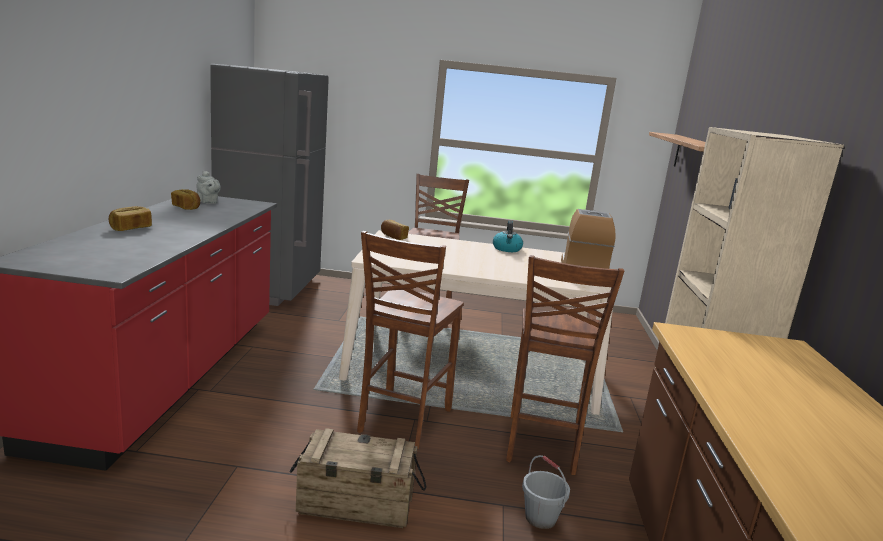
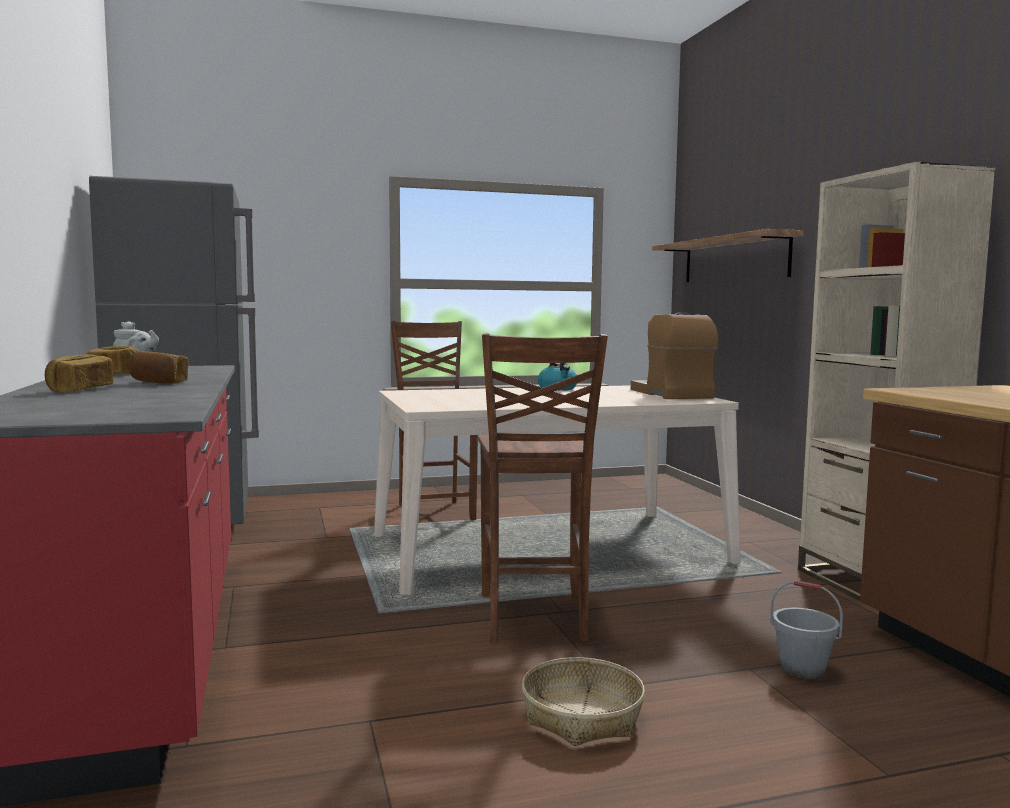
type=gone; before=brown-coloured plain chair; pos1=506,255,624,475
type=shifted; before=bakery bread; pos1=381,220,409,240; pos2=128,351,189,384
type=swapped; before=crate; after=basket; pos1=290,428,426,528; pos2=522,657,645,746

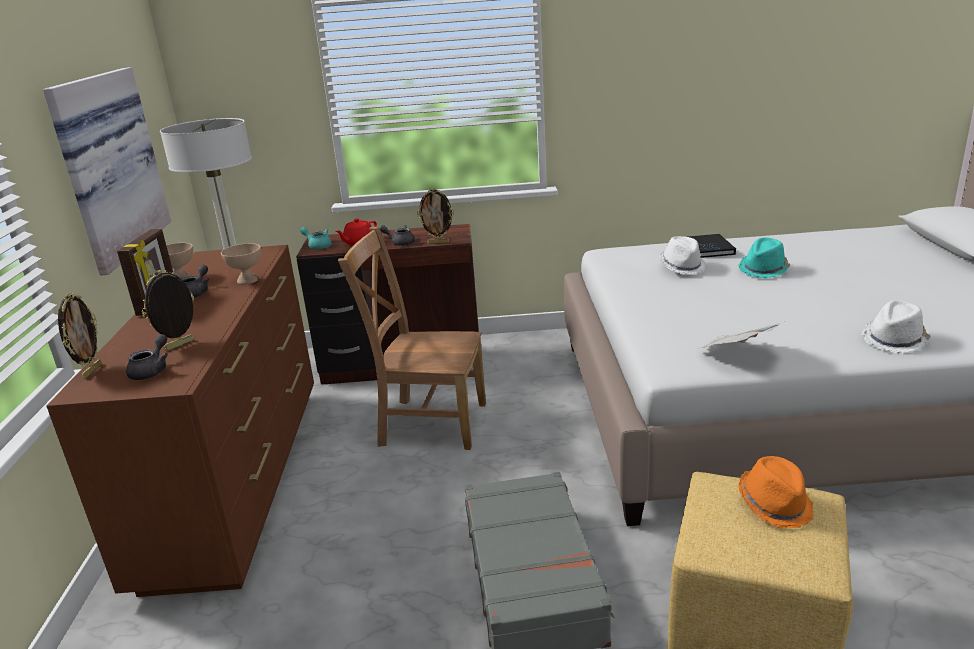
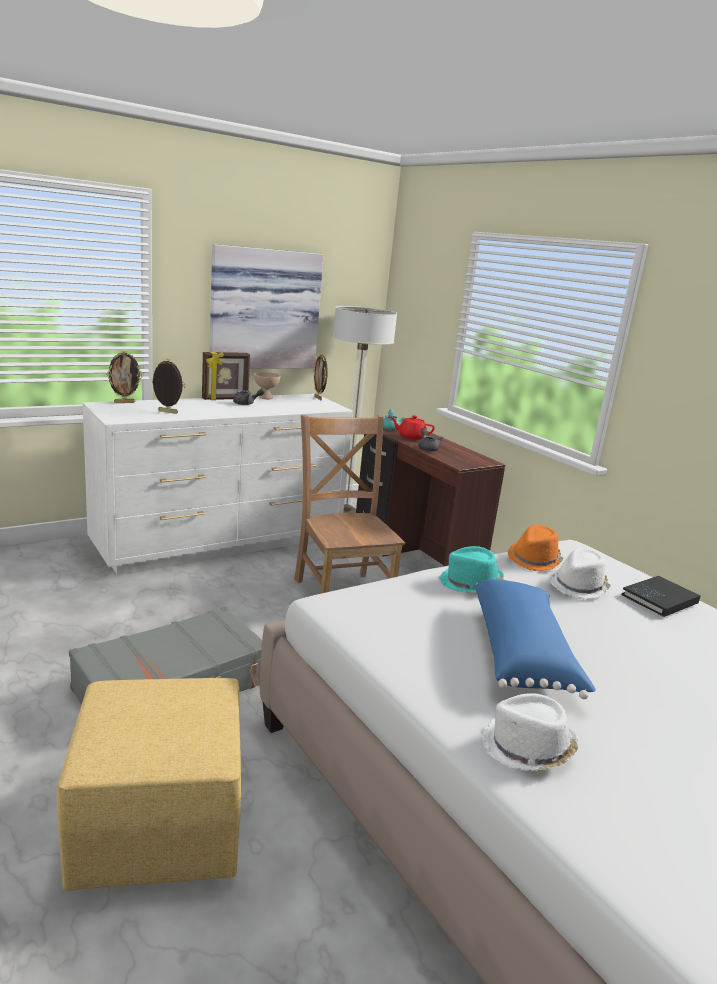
type=gone; before=gray teapot; pos1=126,334,168,380
type=gone; before=sand-coloured bowl; pos1=221,243,261,285
type=gone; before=daily paper; pos1=697,323,780,349
type=new; after=bluish pillow; pos2=475,579,596,699
type=shifted; before=standing frame; pos1=417,188,454,244; pos2=313,353,328,400
type=shifted; before=turquoise wearable hat; pos1=738,238,790,279; pos2=439,546,504,593
type=shifted; before=orange-coloured wearable hat; pos1=739,456,813,528; pos2=507,524,563,571
type=repainted; before=brown-coloured chest of drawers; after=white-coloured chest of drawers; pos1=46,245,314,597; pos2=83,394,353,575

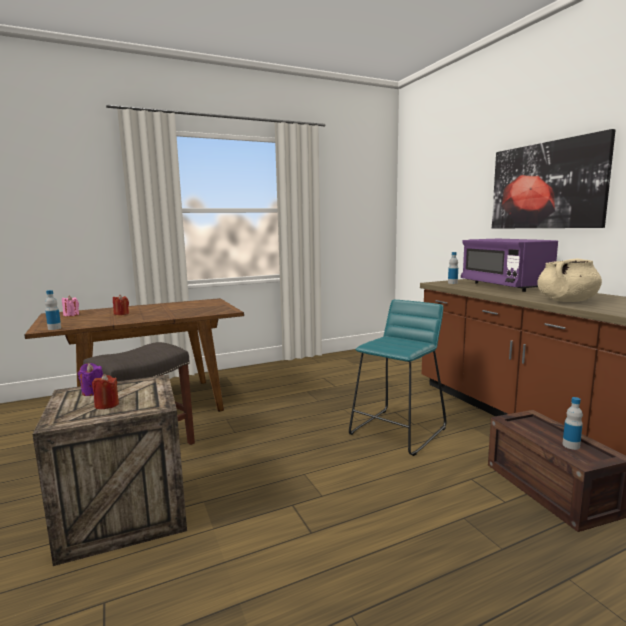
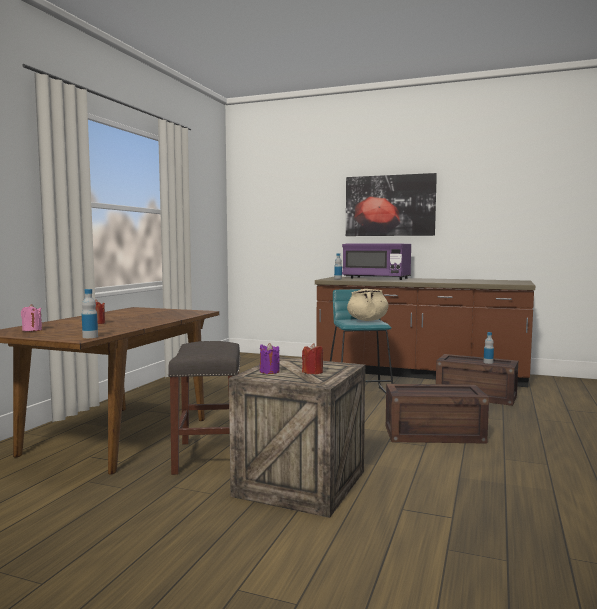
type=new; after=crate; pos2=386,384,489,444
type=shifted; before=sand-coloured saucepot; pos1=537,259,602,302; pos2=347,289,388,321

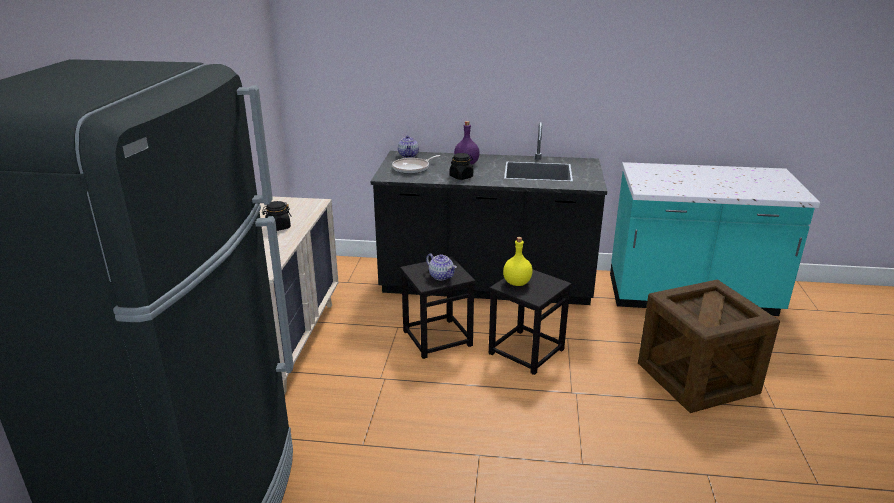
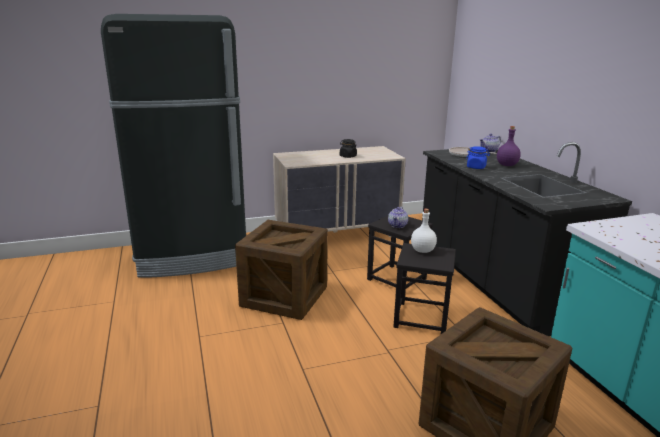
type=new; after=crate; pos2=235,220,328,320
type=repainted; before=black storage jar; after=bluish storage jar; pos1=450,153,473,180; pos2=466,146,490,169
type=repainted; before=yellow-coloured bottle; after=white-coloured bottle; pos1=503,237,533,286; pos2=411,209,437,253

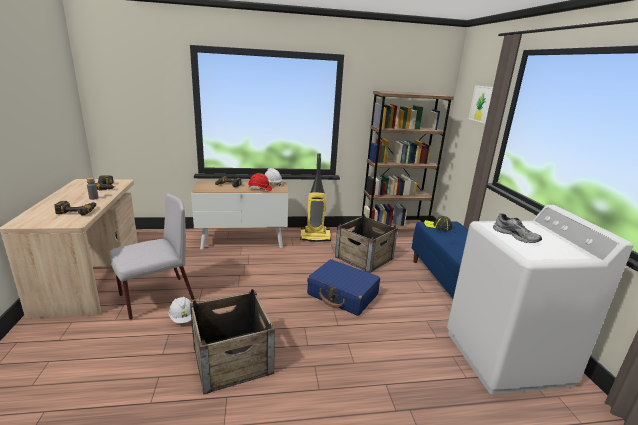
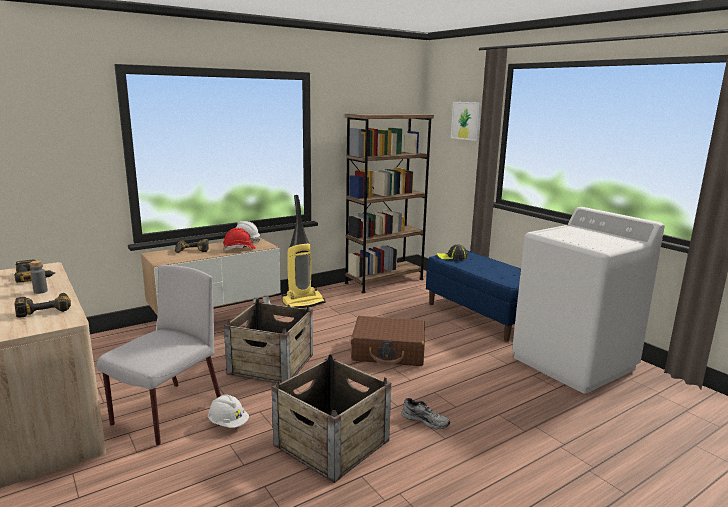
type=shifted; before=crate; pos1=335,214,398,273; pos2=224,299,313,384
type=shifted; before=gray low shoe; pos1=493,214,542,243; pos2=402,398,450,429
type=repainted; before=bluish travel case; after=brown-coloured travel case; pos1=307,259,380,316; pos2=351,316,425,366

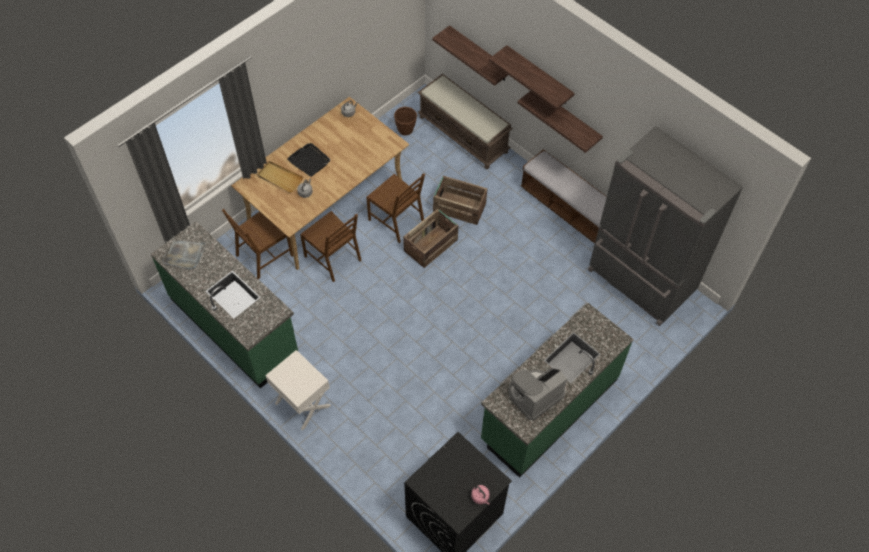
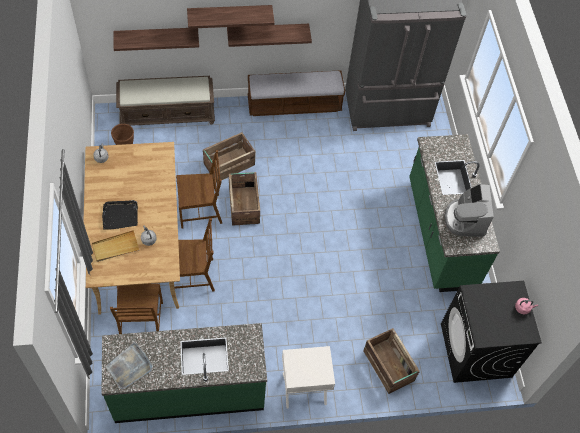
type=new; after=crate; pos2=363,328,420,394

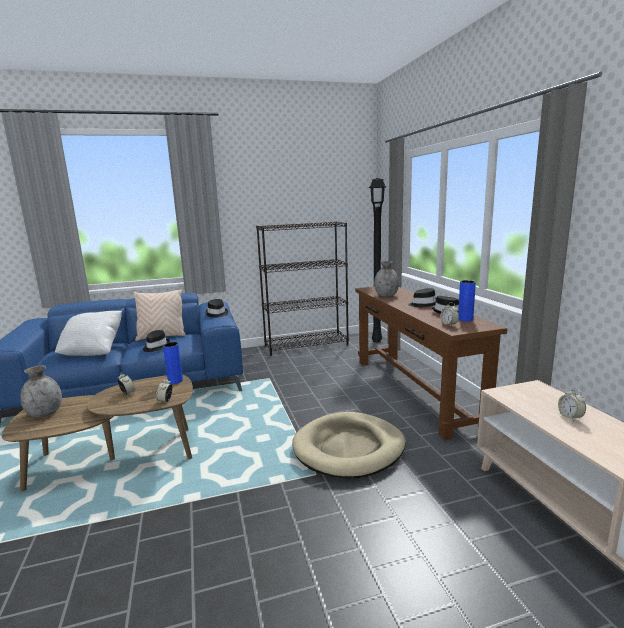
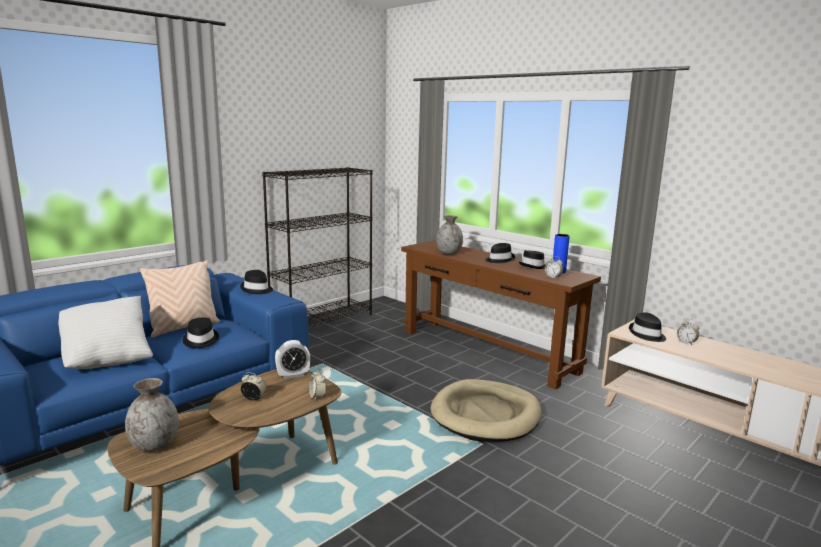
type=gone; before=black standard lamp; pos1=369,178,386,343
type=new; after=black wearable hat; pos2=629,312,666,342
type=swapped; before=bluish flower vase; after=bedside clock; pos1=163,342,183,384; pos2=275,340,310,379

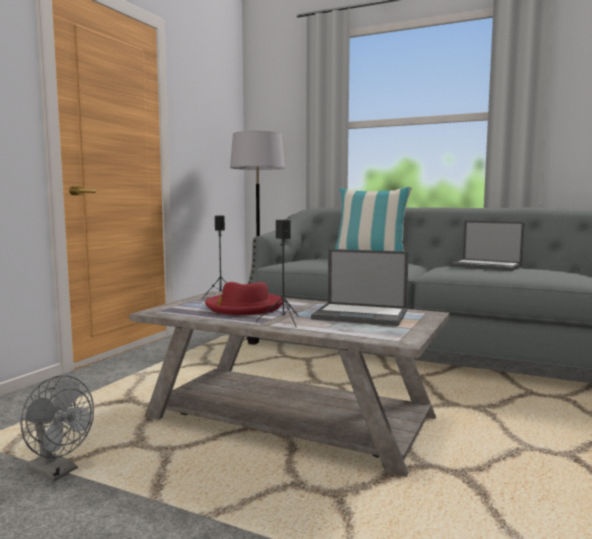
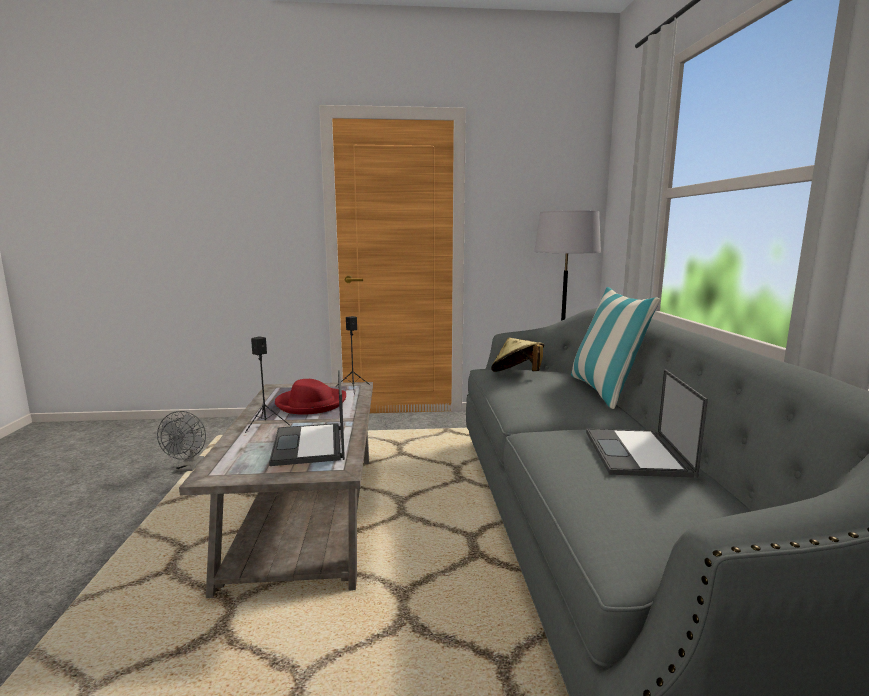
type=new; after=sand-coloured wearable hat; pos2=491,338,544,372

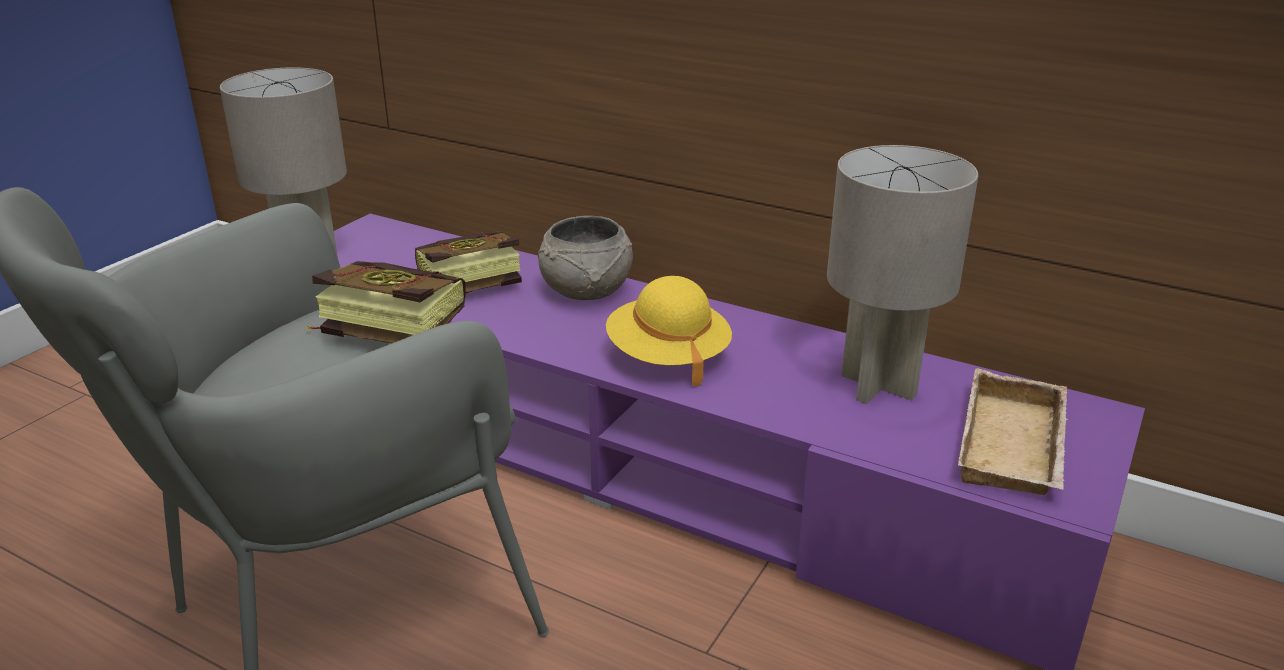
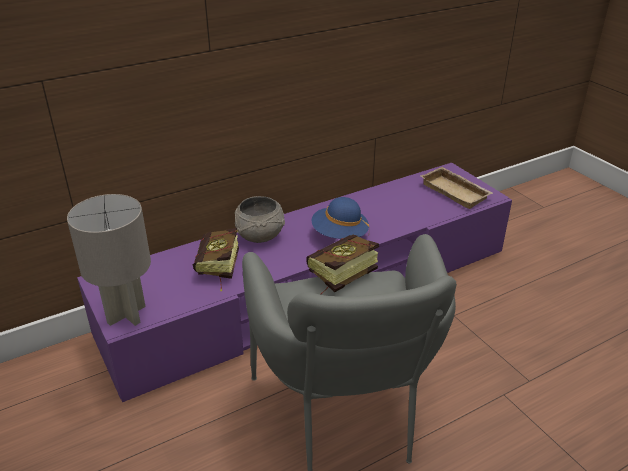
type=gone; before=gray tabletop lamp; pos1=827,145,978,404
type=repainted; before=yellow-coloured wearable hat; after=bluish wearable hat; pos1=606,276,732,386; pos2=312,197,369,239

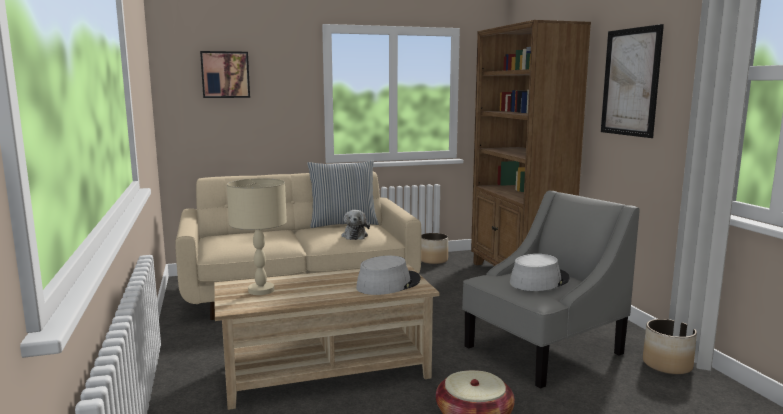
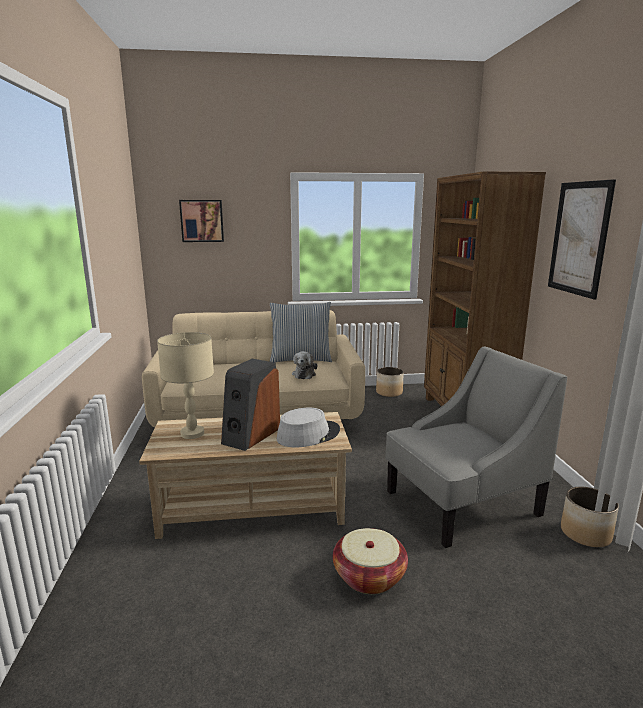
type=gone; before=gray wearable hat; pos1=510,254,570,291
type=new; after=speaker; pos2=221,359,280,451

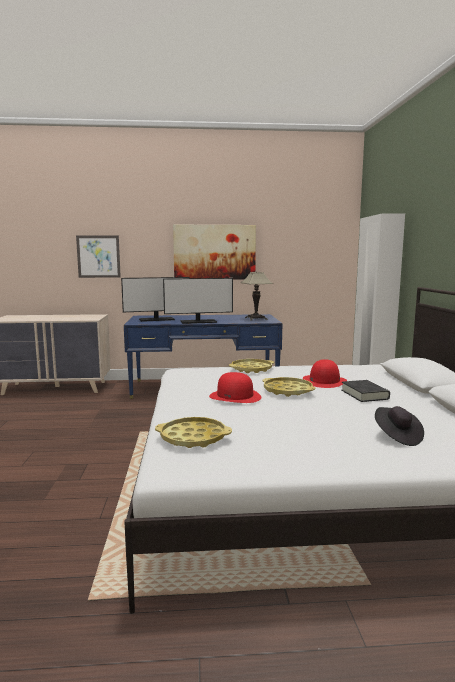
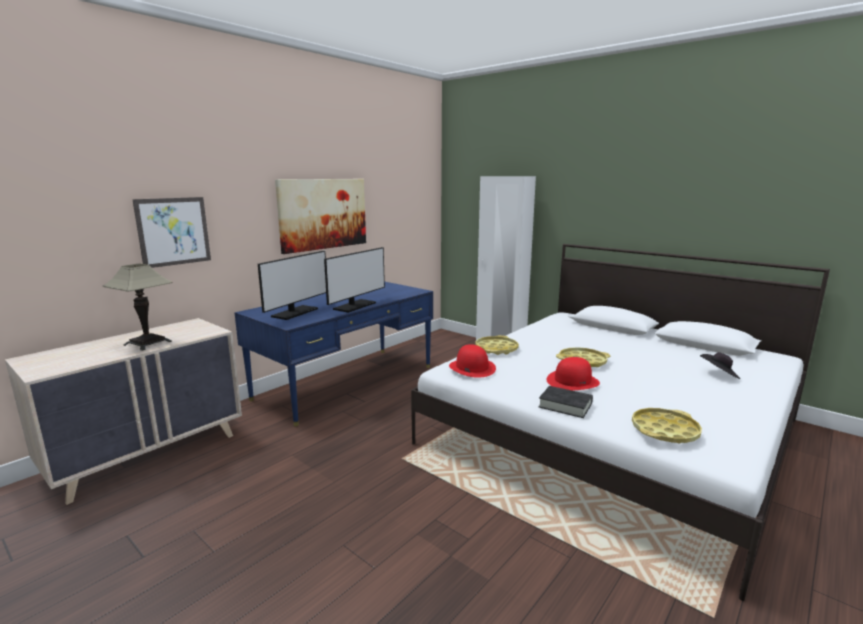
type=shifted; before=tabletop lamp; pos1=240,272,273,320; pos2=102,264,172,351
type=shifted; before=red-coloured wearable hat; pos1=303,359,347,388; pos2=449,344,496,378
type=shifted; before=black volume; pos1=341,380,390,402; pos2=538,386,593,418

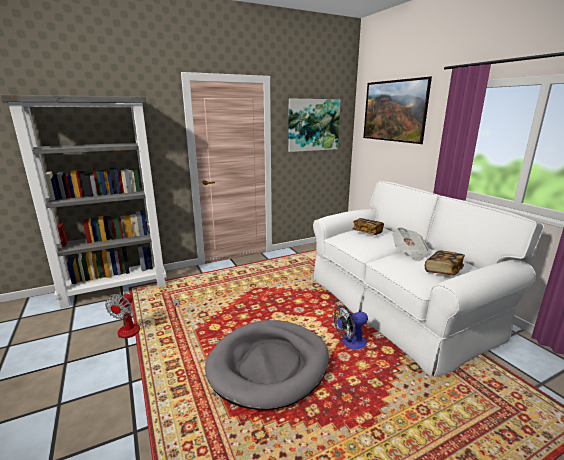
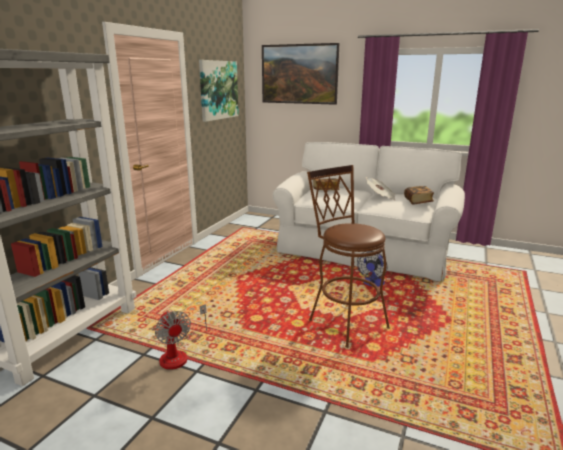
type=swapped; before=gray pet bed; after=brown-coloured stool; pos1=205,320,329,410; pos2=307,165,390,348

